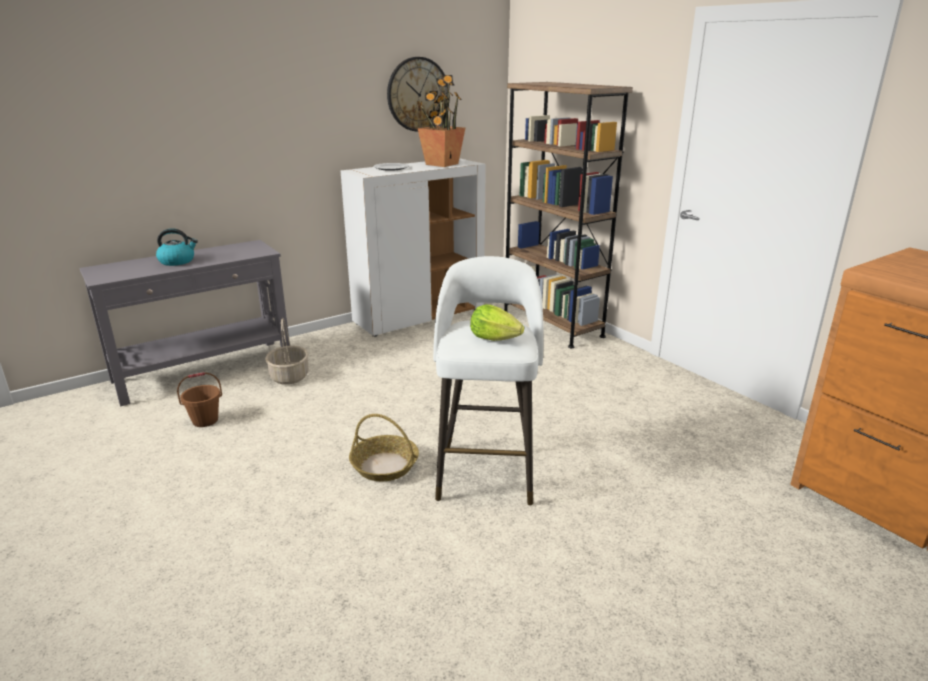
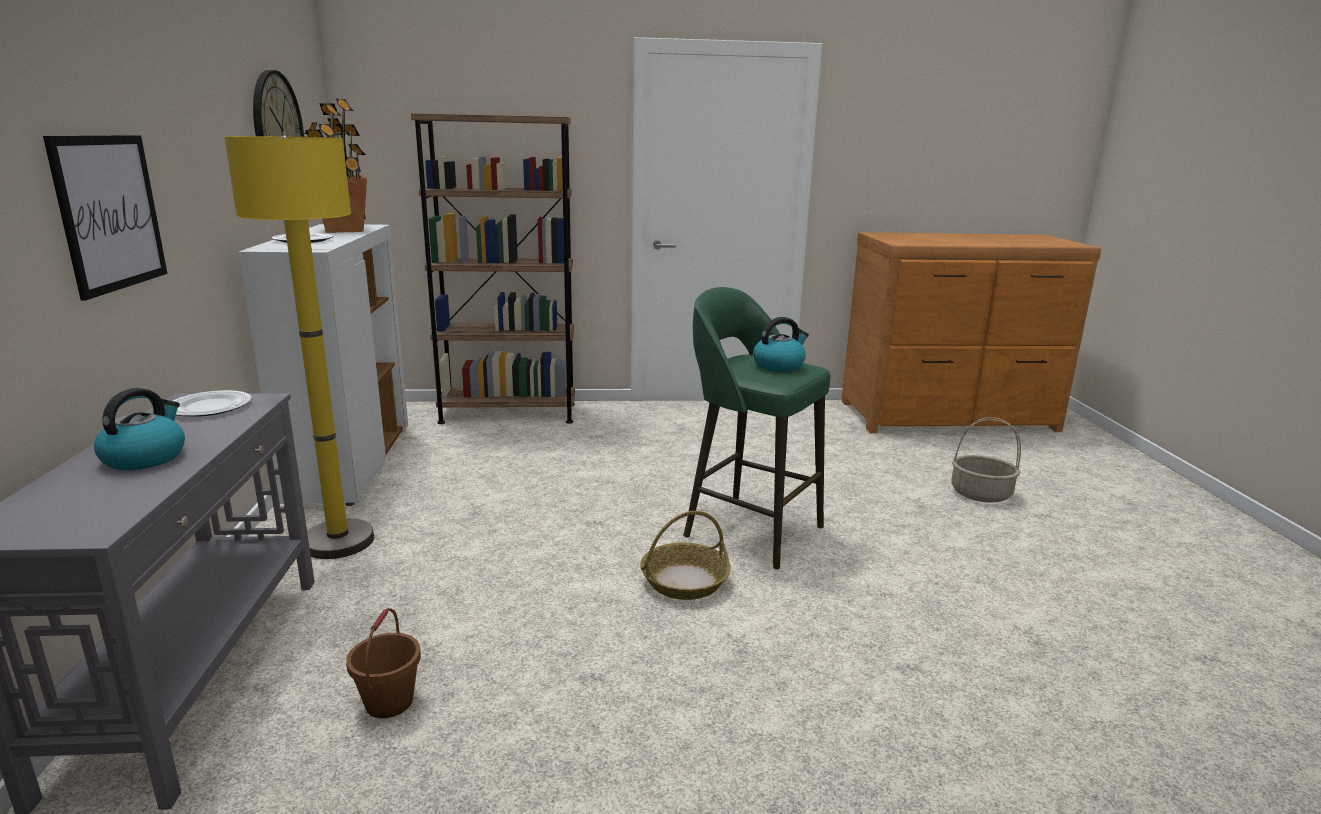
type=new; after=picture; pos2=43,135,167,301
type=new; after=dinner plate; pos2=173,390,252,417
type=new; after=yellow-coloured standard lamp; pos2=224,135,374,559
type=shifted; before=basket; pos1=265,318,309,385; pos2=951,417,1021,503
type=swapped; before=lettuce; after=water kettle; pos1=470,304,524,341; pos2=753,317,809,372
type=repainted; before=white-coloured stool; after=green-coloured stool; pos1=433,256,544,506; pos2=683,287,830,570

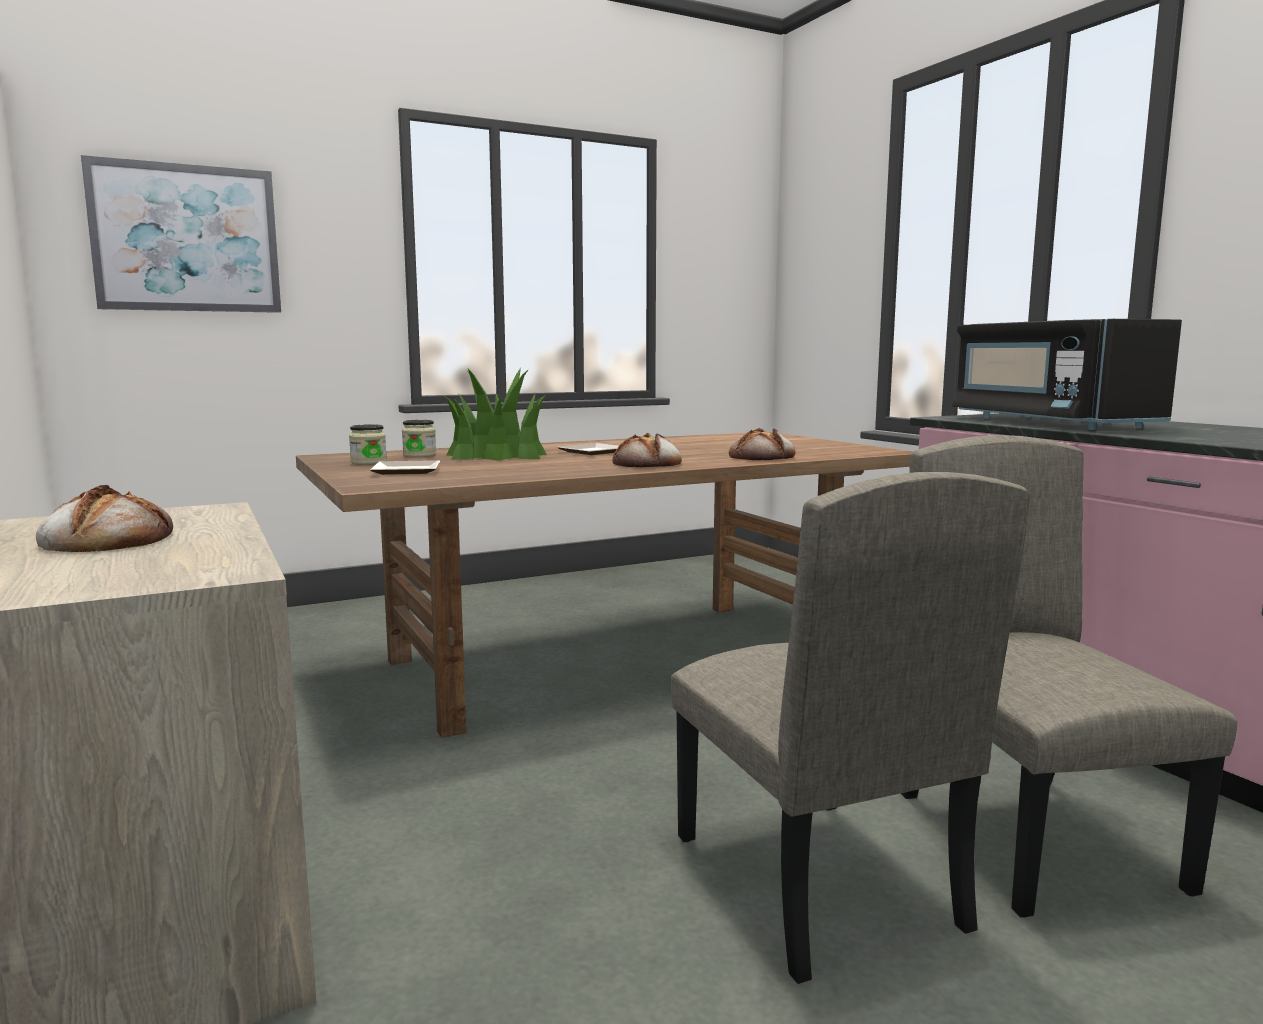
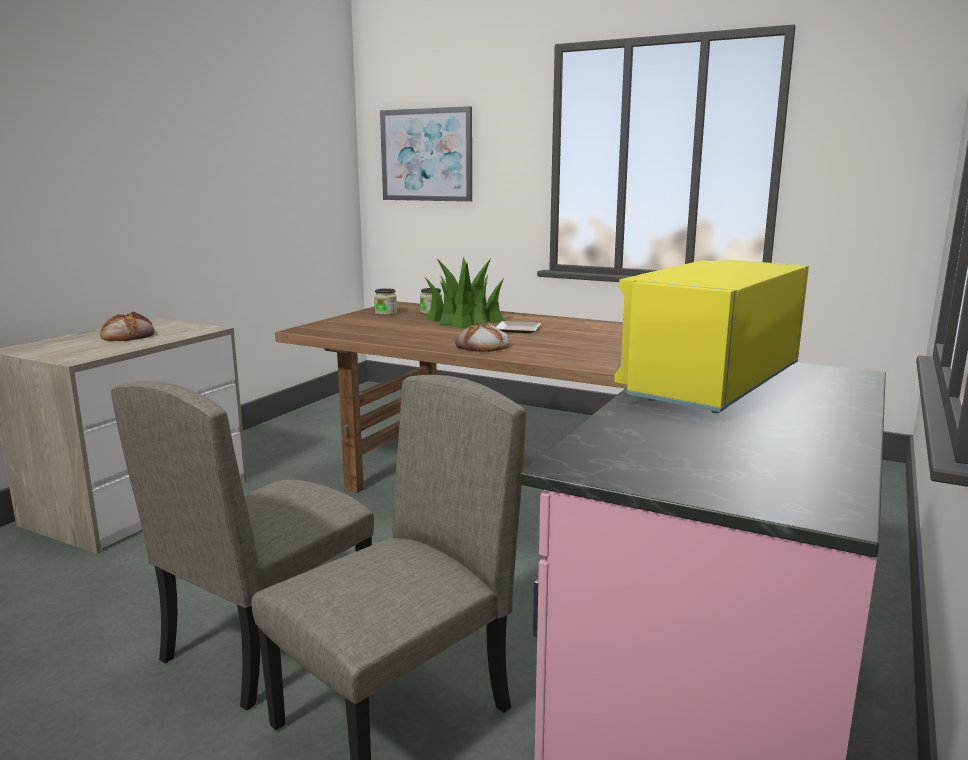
type=gone; before=dinner plate; pos1=370,460,440,475
type=gone; before=bakery bread; pos1=729,428,796,460
type=repainted; before=black kitchen microwave; after=yellow-coloured kitchen microwave; pos1=952,319,1182,430; pos2=614,260,809,413

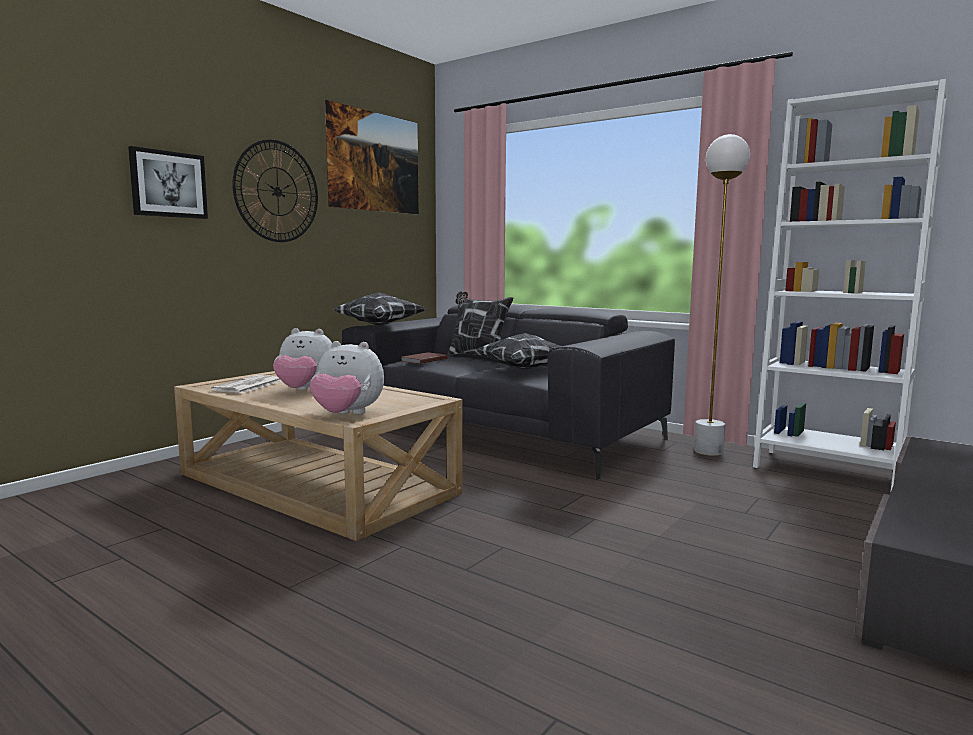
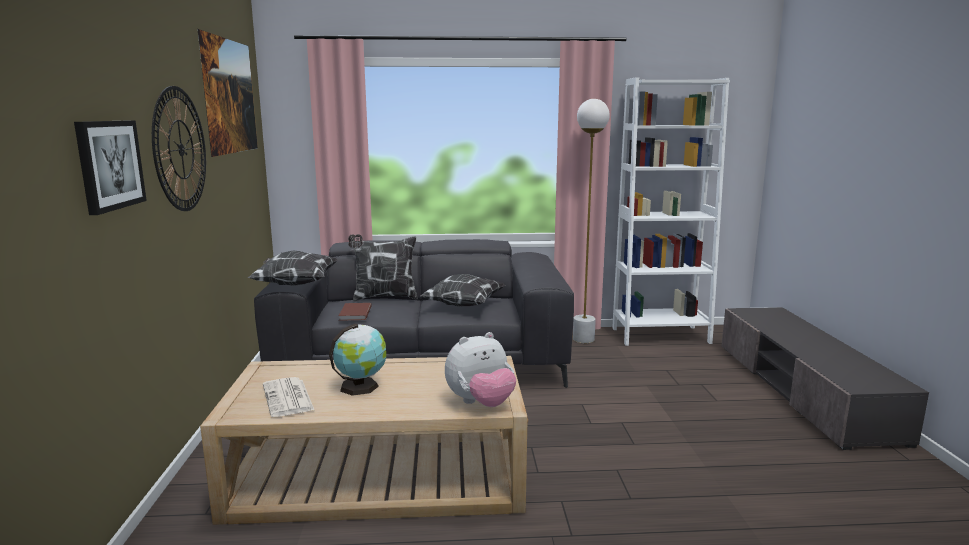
type=swapped; before=plush toy; after=world globe; pos1=273,328,332,390; pos2=329,324,386,396

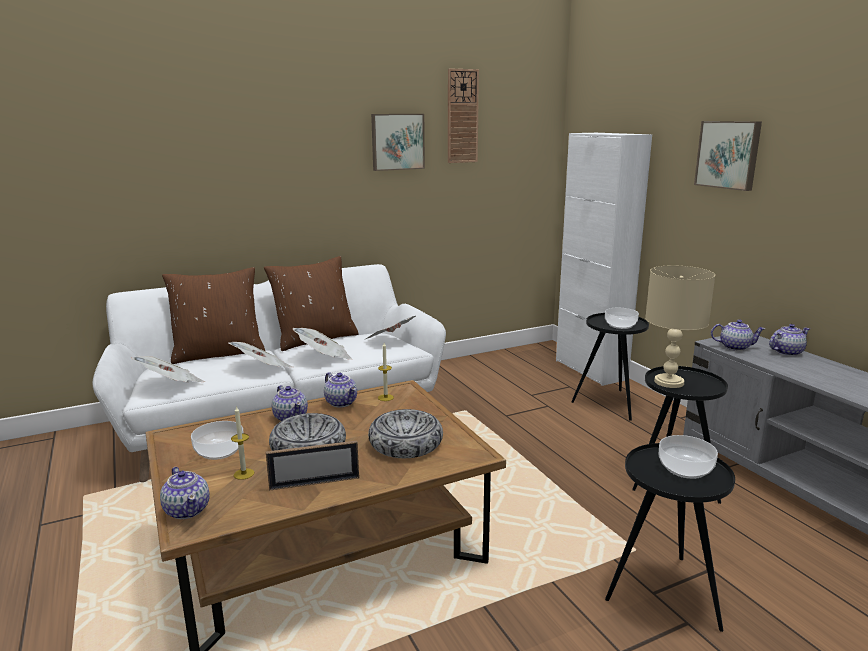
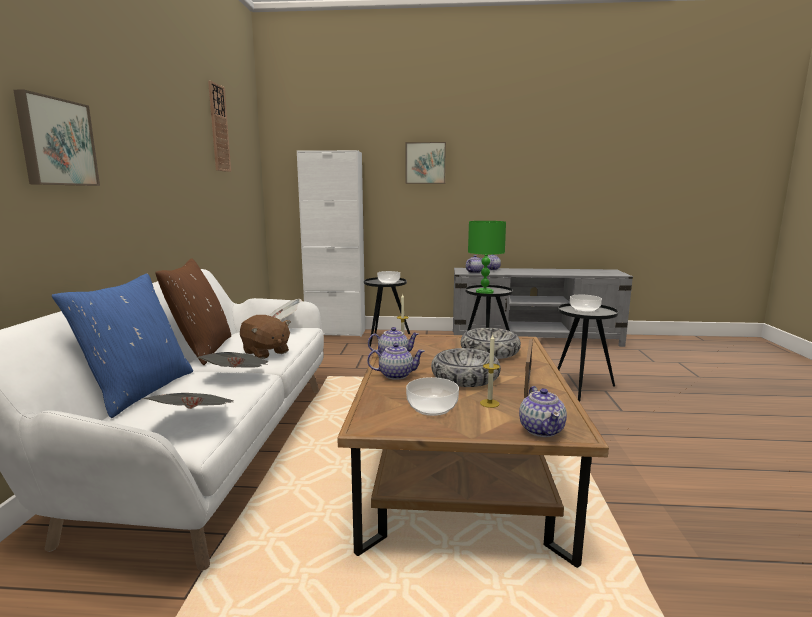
type=shifted; before=picture; pos1=371,114,425,171; pos2=13,90,100,186
type=swapped; before=daily paper; after=brown-coloured plush toy; pos1=292,328,352,360; pos2=240,315,291,359
type=repainted; before=brown-coloured pillow; after=bluish pillow; pos1=162,267,265,364; pos2=52,274,193,418
type=repainted; before=sand-coloured tabletop lamp; after=green-coloured tabletop lamp; pos1=645,265,715,388; pos2=468,221,506,294
type=rotated; before=teapot; pos1=160,467,210,519; pos2=519,386,567,437; turn=90

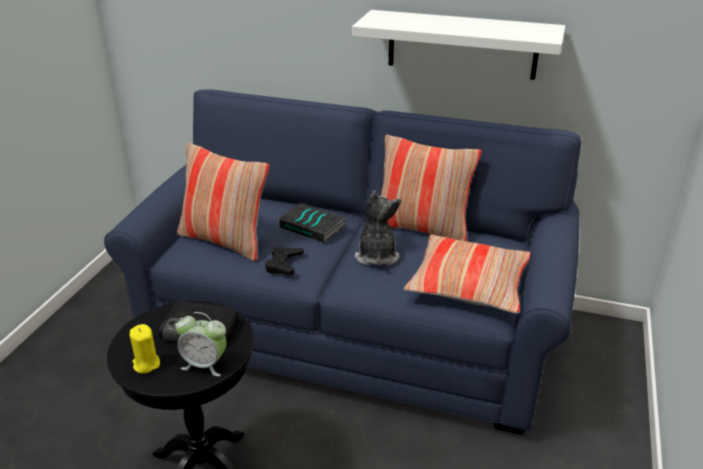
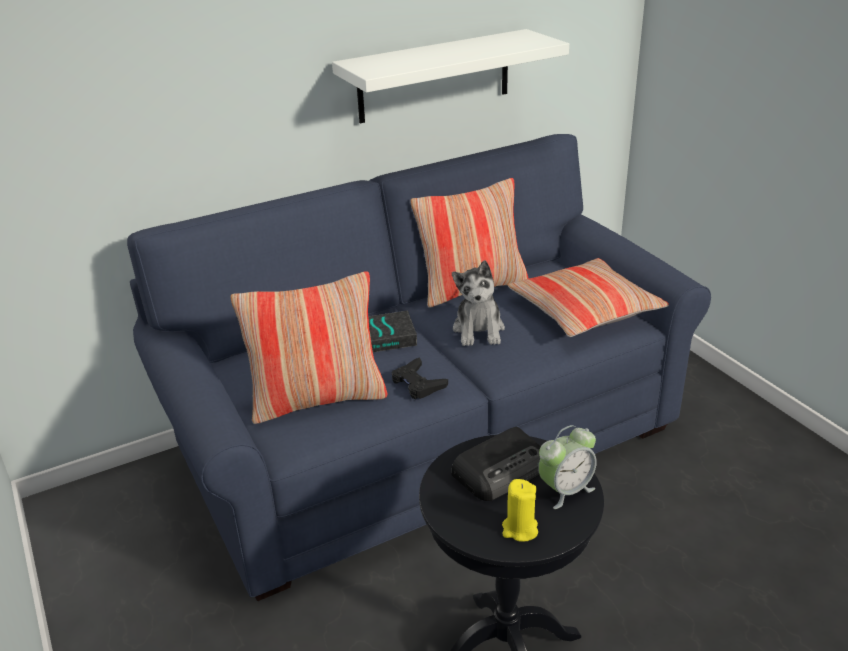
type=rotated; before=plush toy; pos1=355,190,401,265; pos2=452,260,505,346; turn=-135

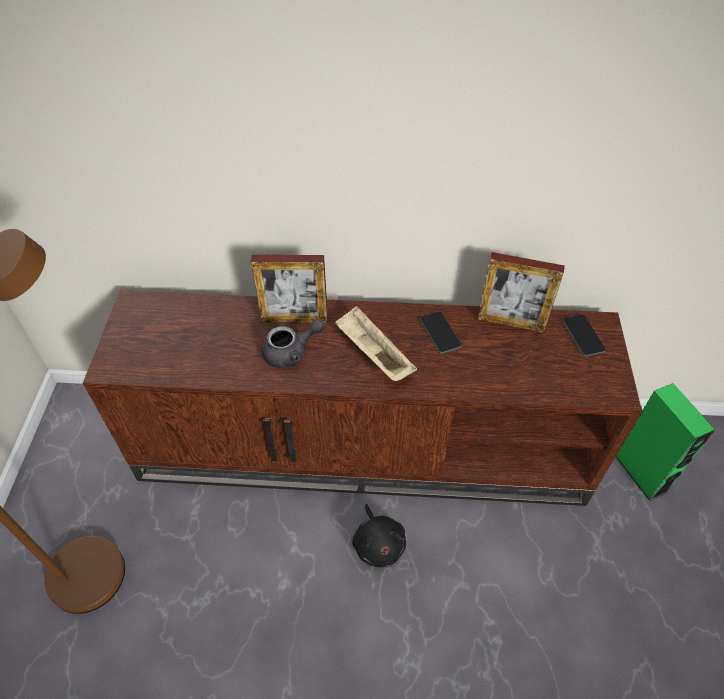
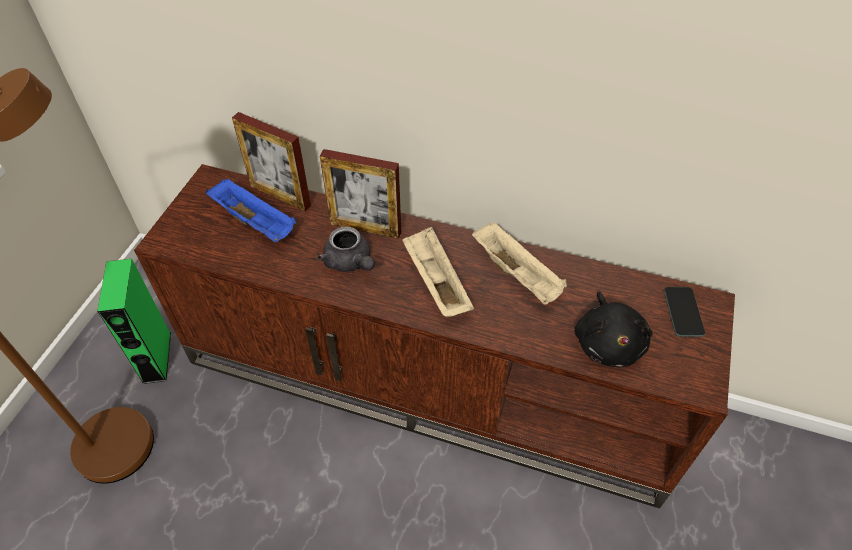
type=new; after=bluish carrying tray; pos2=206,178,296,242
type=shifted; before=black plush toy; pos1=352,504,406,567; pos2=575,292,653,368
type=shifted; before=standing frame; pos1=478,252,565,333; pos2=232,112,311,212
type=shifted; before=green-coloured speaker; pos1=616,383,715,501; pos2=97,259,171,384
type=swapped; before=phone; after=sand-coloured carrying tray; pos1=420,312,462,354; pos2=472,222,567,305
type=rotated; before=gray teapot; pos1=262,318,325,368; pos2=318,227,375,272; turn=60

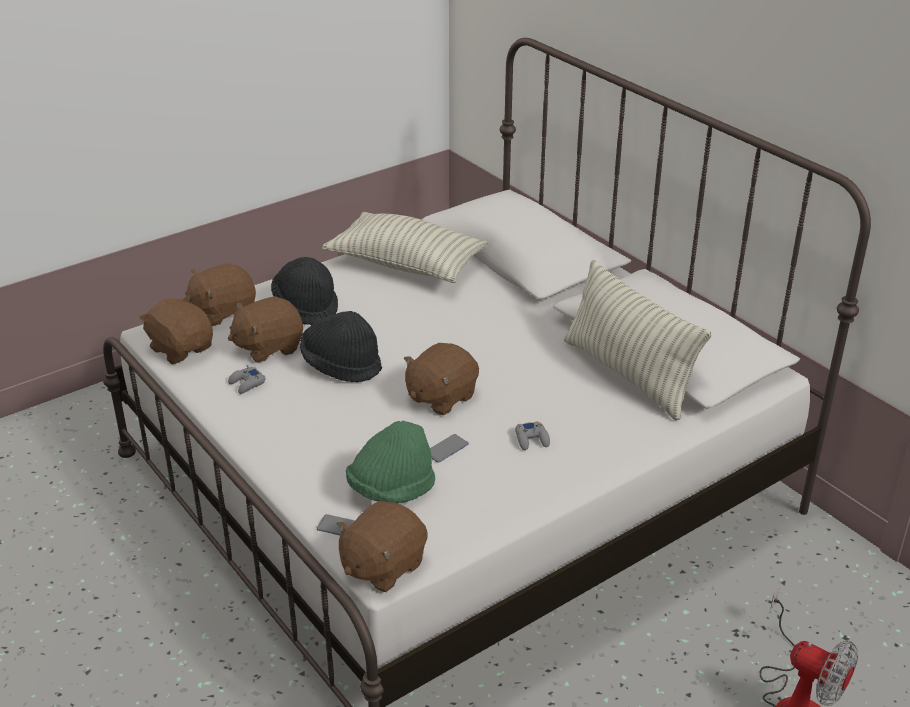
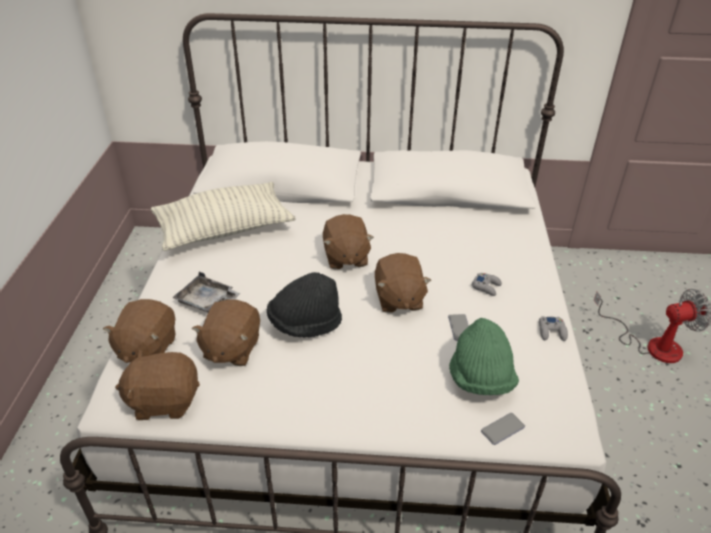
type=gone; before=pillow; pos1=564,259,712,420
type=shifted; before=gray joypad; pos1=228,365,266,394; pos2=539,316,568,341
type=shifted; before=brown-coloured plush toy; pos1=336,501,428,592; pos2=323,214,374,269
type=swapped; before=black wearable hat; after=gray carrying tray; pos1=271,257,338,325; pos2=172,272,240,312

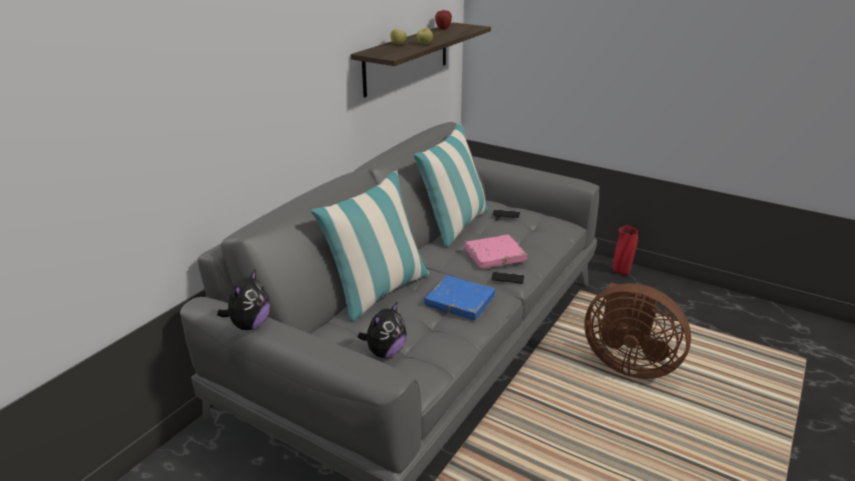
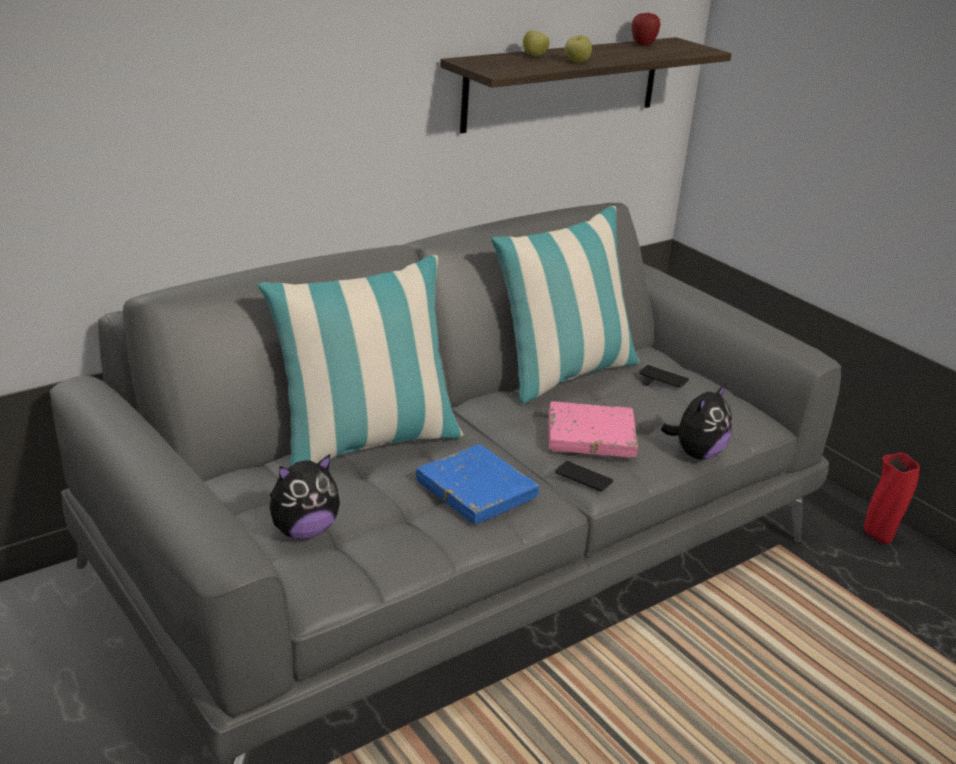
type=gone; before=brown-coloured electric fan; pos1=584,283,691,379
type=shifted; before=plush toy; pos1=217,269,270,330; pos2=661,383,732,459

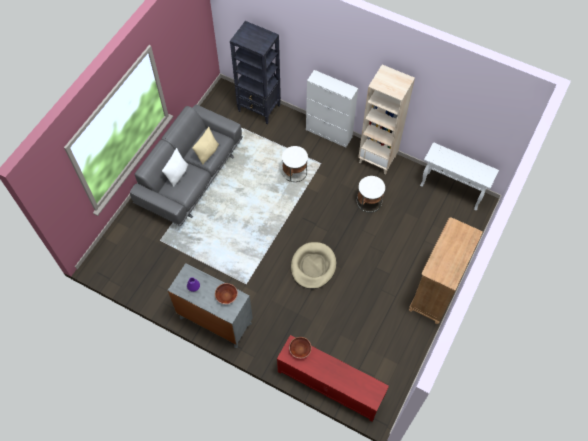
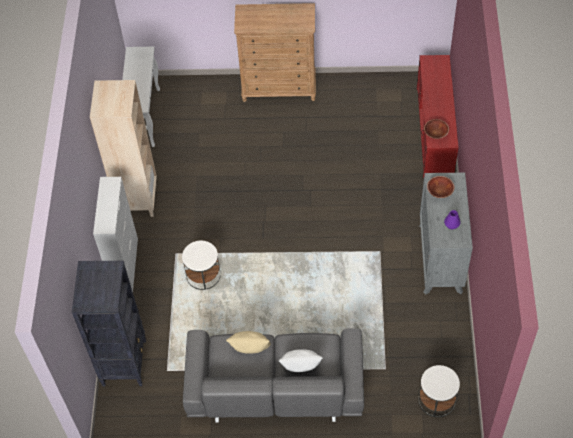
type=gone; before=sand-coloured pet bed; pos1=291,242,336,289
type=shifted; before=white-coloured end table; pos1=357,176,385,213; pos2=418,365,460,417

